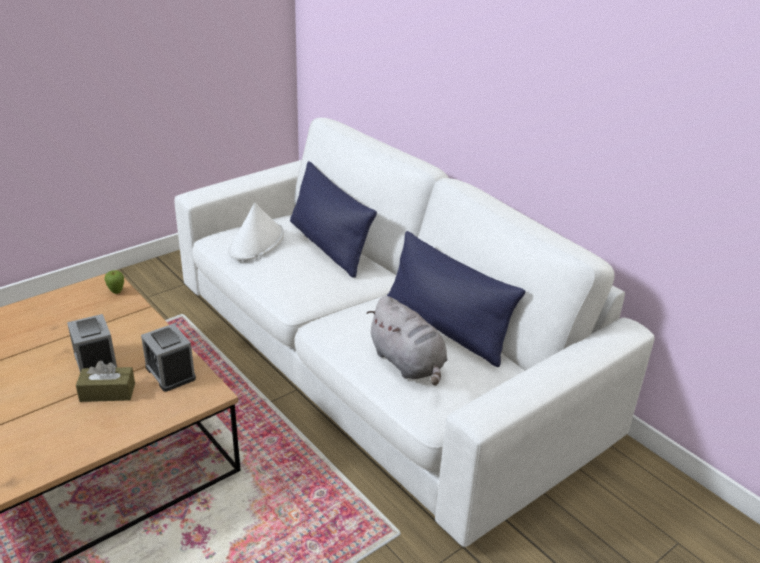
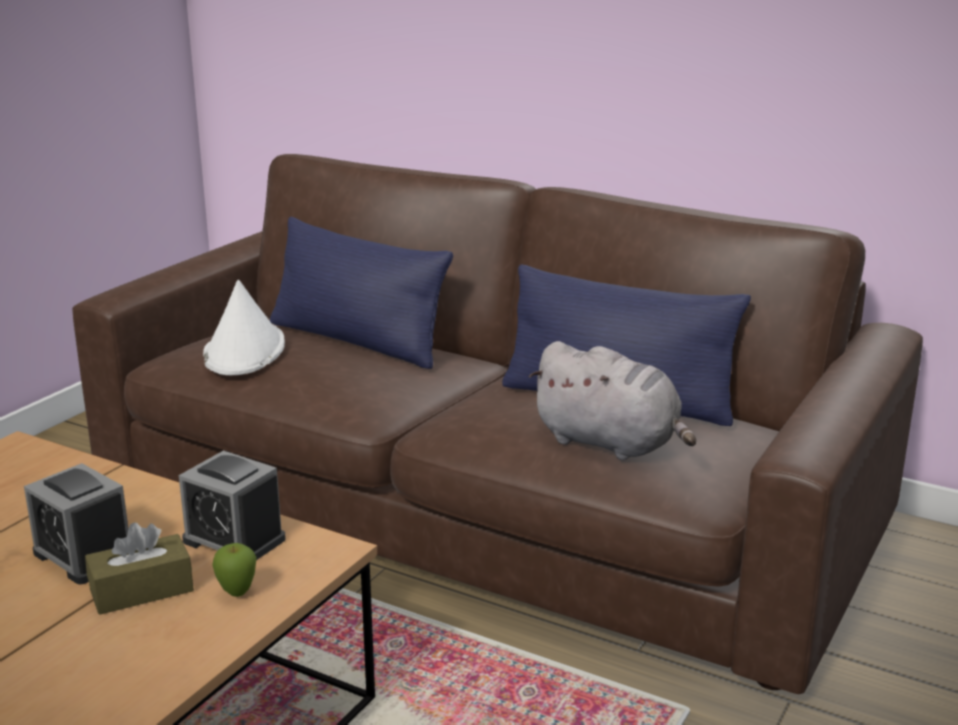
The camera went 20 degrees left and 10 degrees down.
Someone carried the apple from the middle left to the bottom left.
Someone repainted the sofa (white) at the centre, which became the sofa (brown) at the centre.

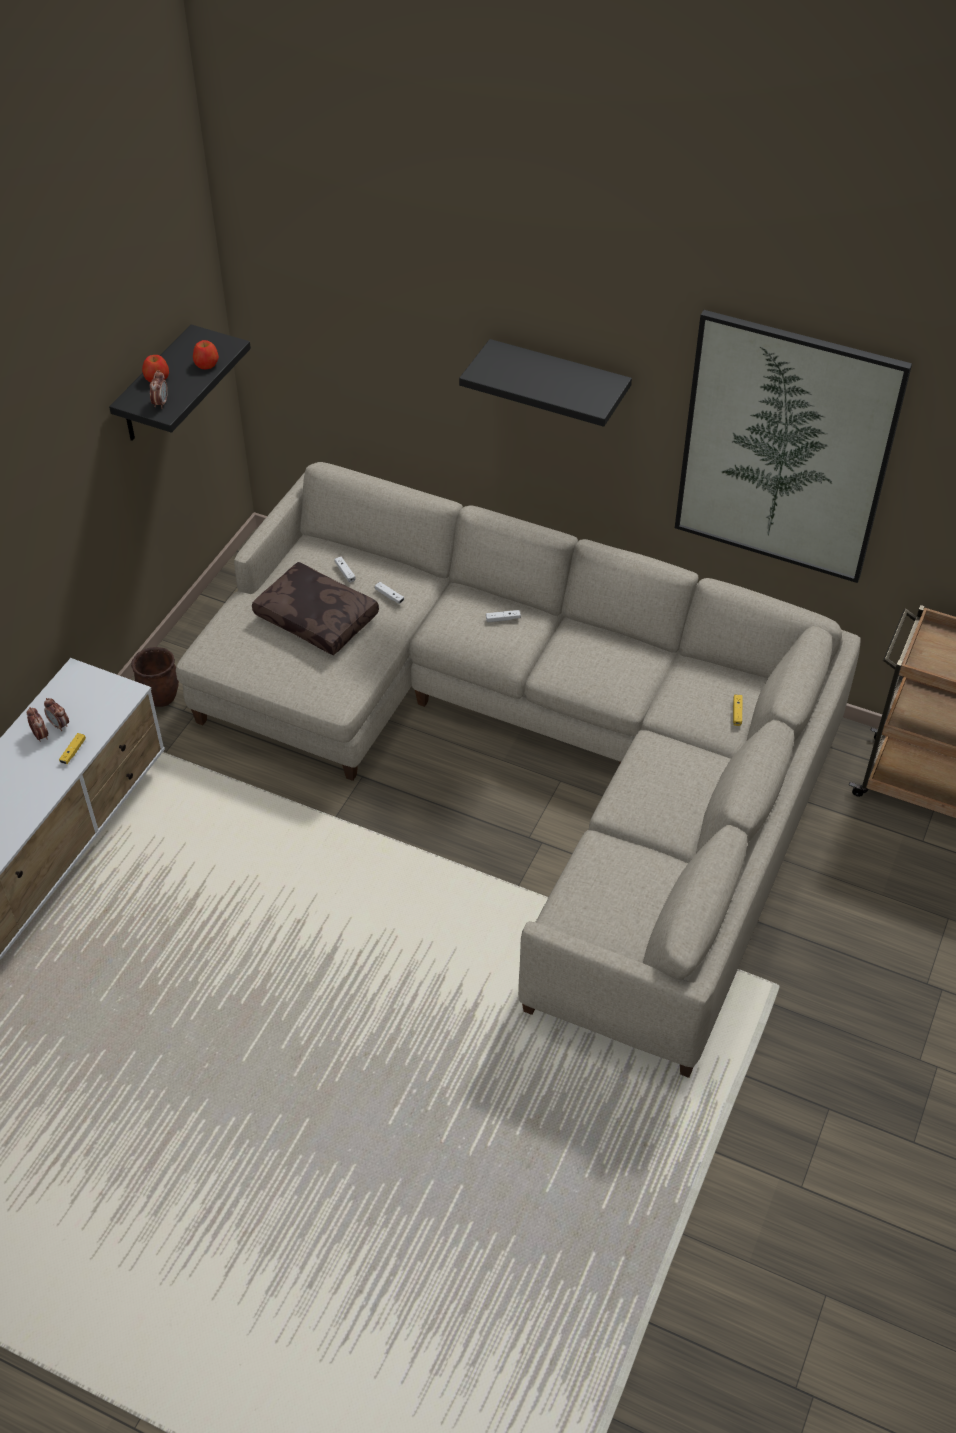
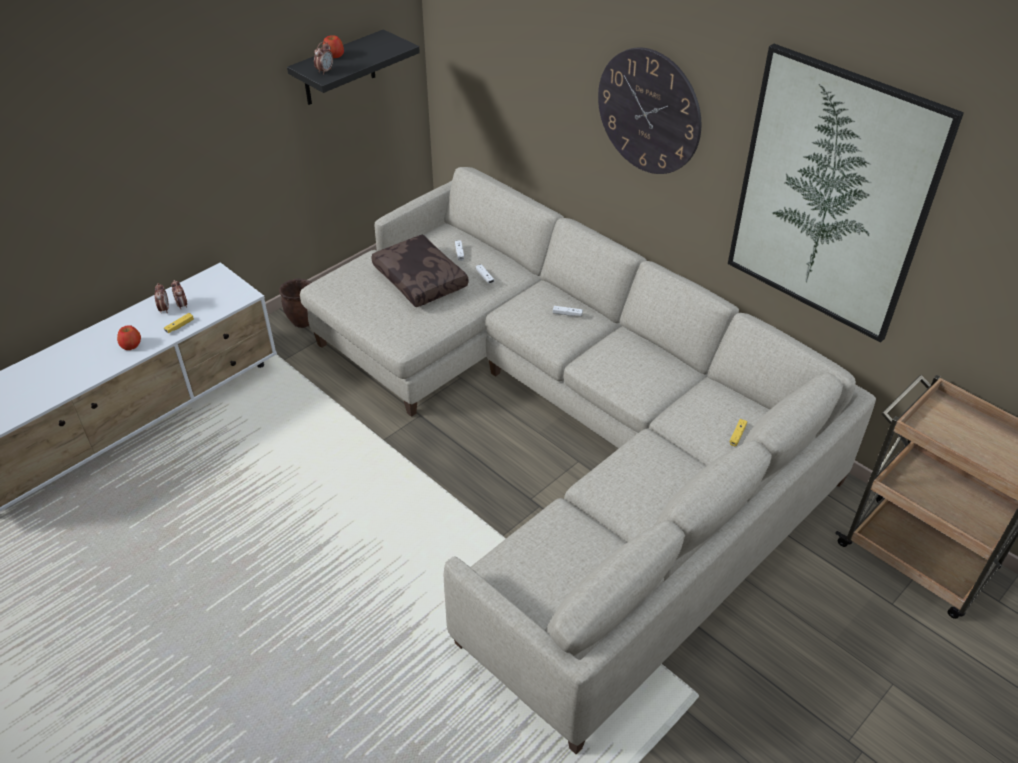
The camera went 20 degrees right and 5 degrees down.
Someone carried the apple (2nd from left in the first image) from the top left to the middle left.
Someone swapped the shelf (black) (2nd from left) at the top centre for the wall clock at the top centre.

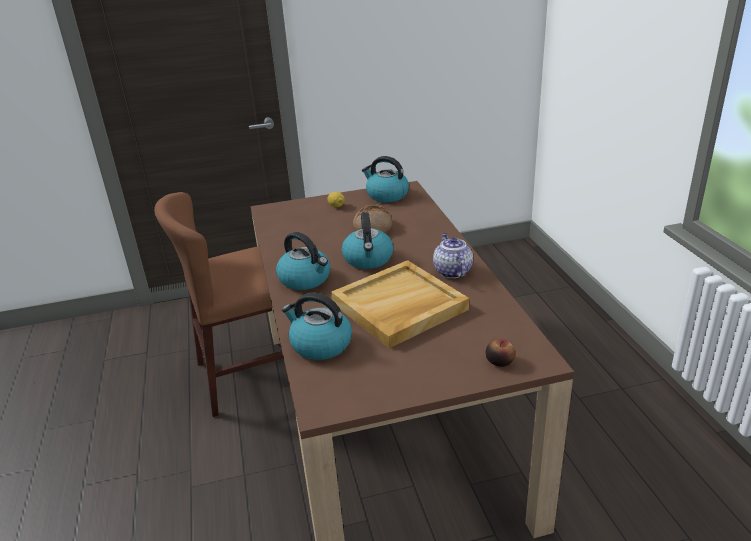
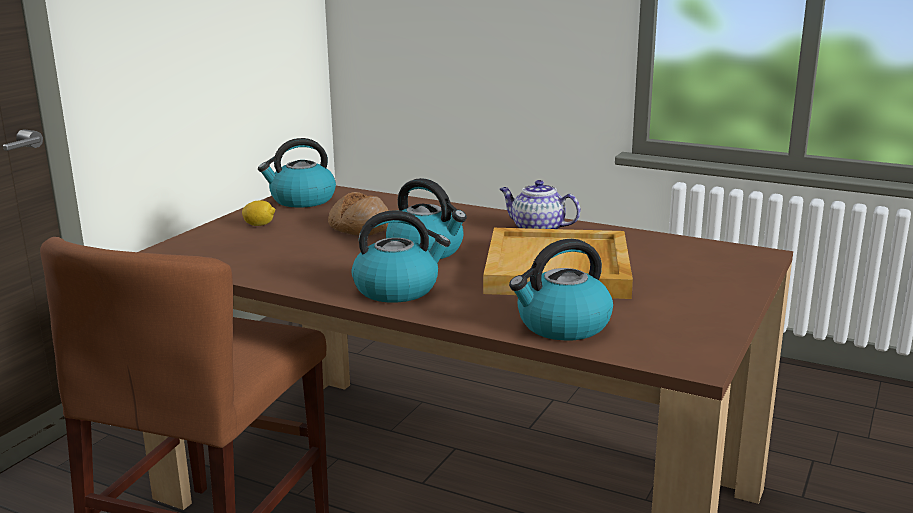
The camera went 50 degrees left and 10 degrees down.
Someone took away the apple at the centre.

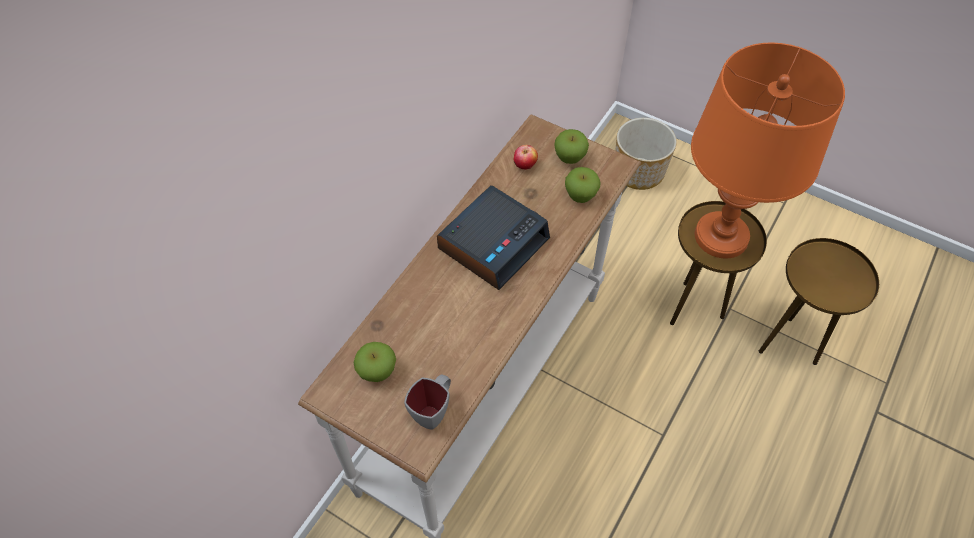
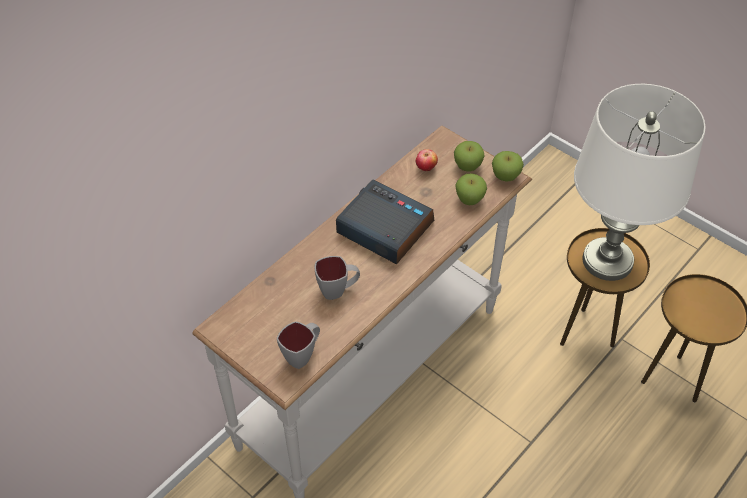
The camera went 10 degrees right and 5 degrees down.
Someone took away the planter at the top centre.
Someone put down the mug (grey) (2nd from left) at the centre.
Someone carried the apple (1st from left in the first image) from the bottom centre to the middle right.
Someone repainted the table lamp (orange) at the top right, which became the table lamp (white) at the middle right.
Someone rotated the alarm clock at the centre by 105 degrees counterclockwise.

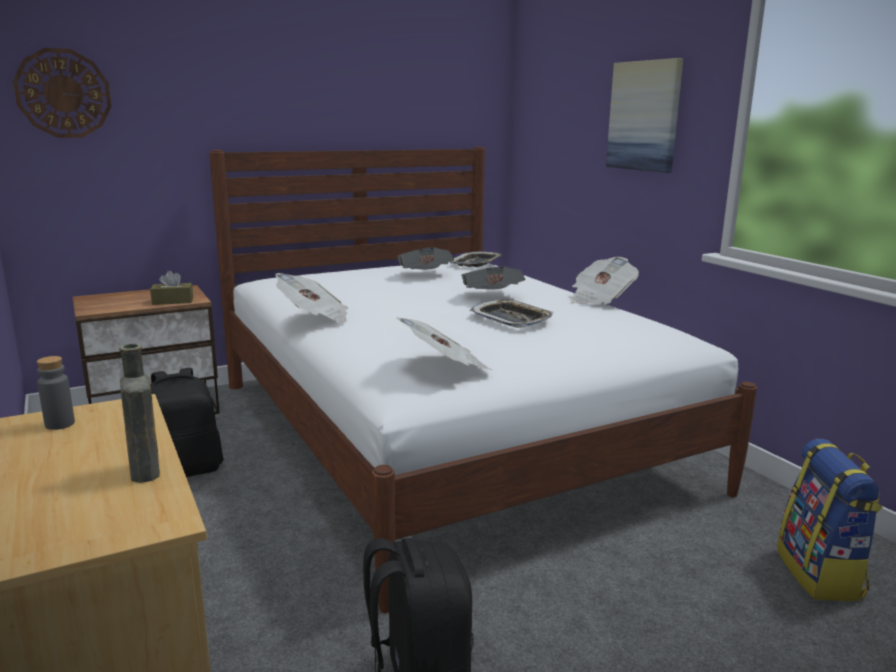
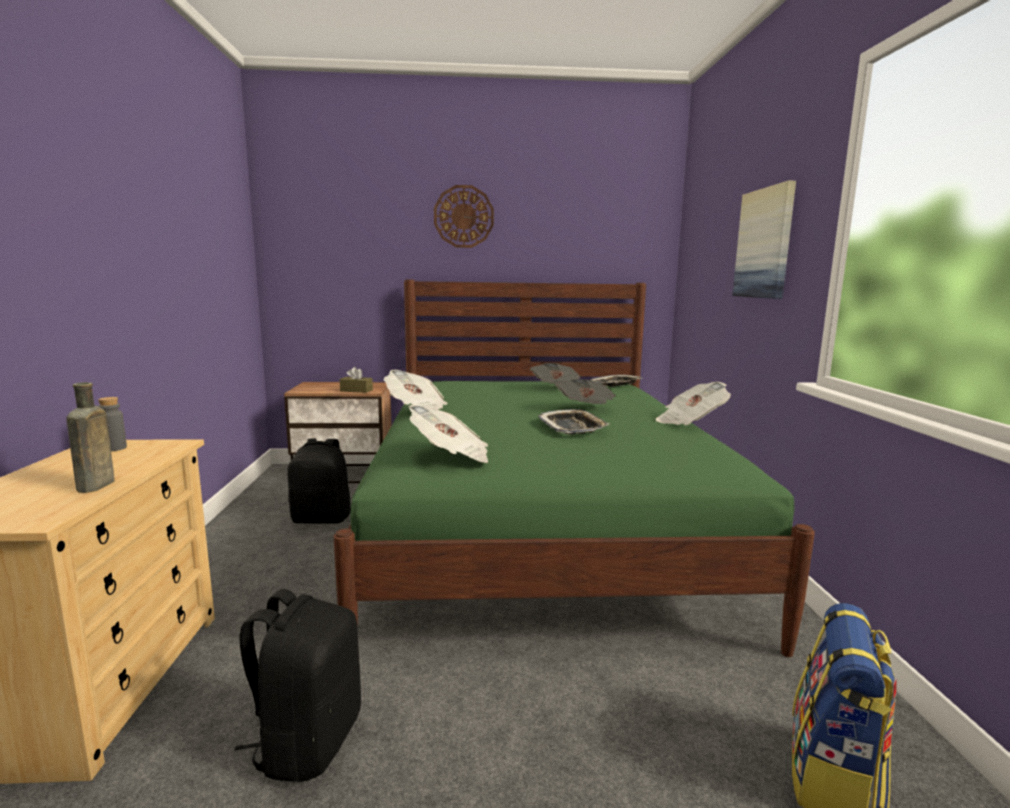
The camera went 25 degrees right and 5 degrees down.
Someone carried the wall clock from the top left to the top centre.
Someone repainted the bed (white) at the centre, which became the bed (green) at the centre.

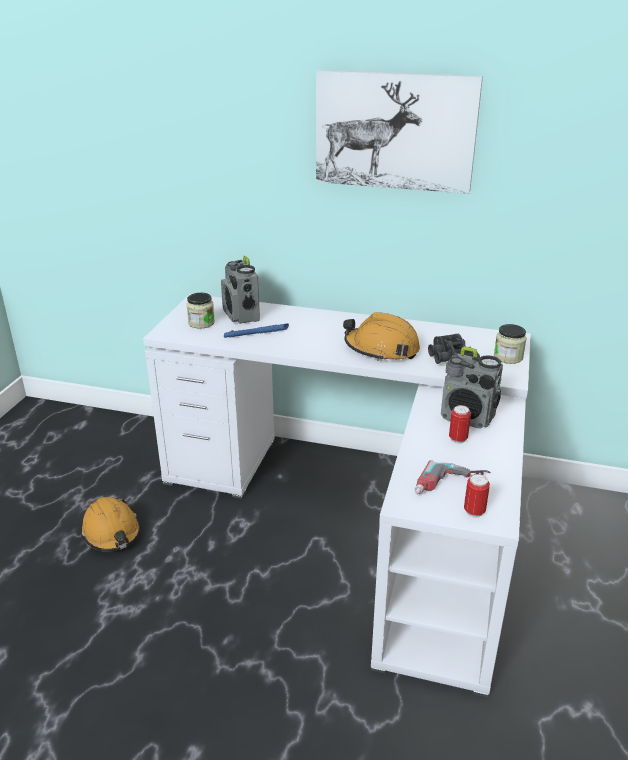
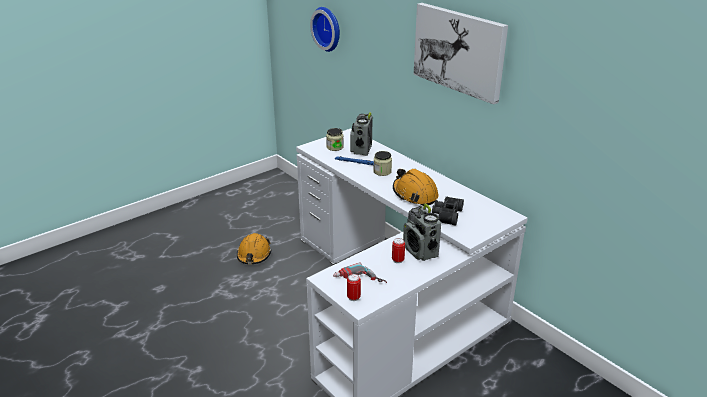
The camera went 35 degrees right and 0 degrees up.
Someone put up the wall clock at the top centre.
Someone carried the jar (2nd from left) from the middle right to the centre.

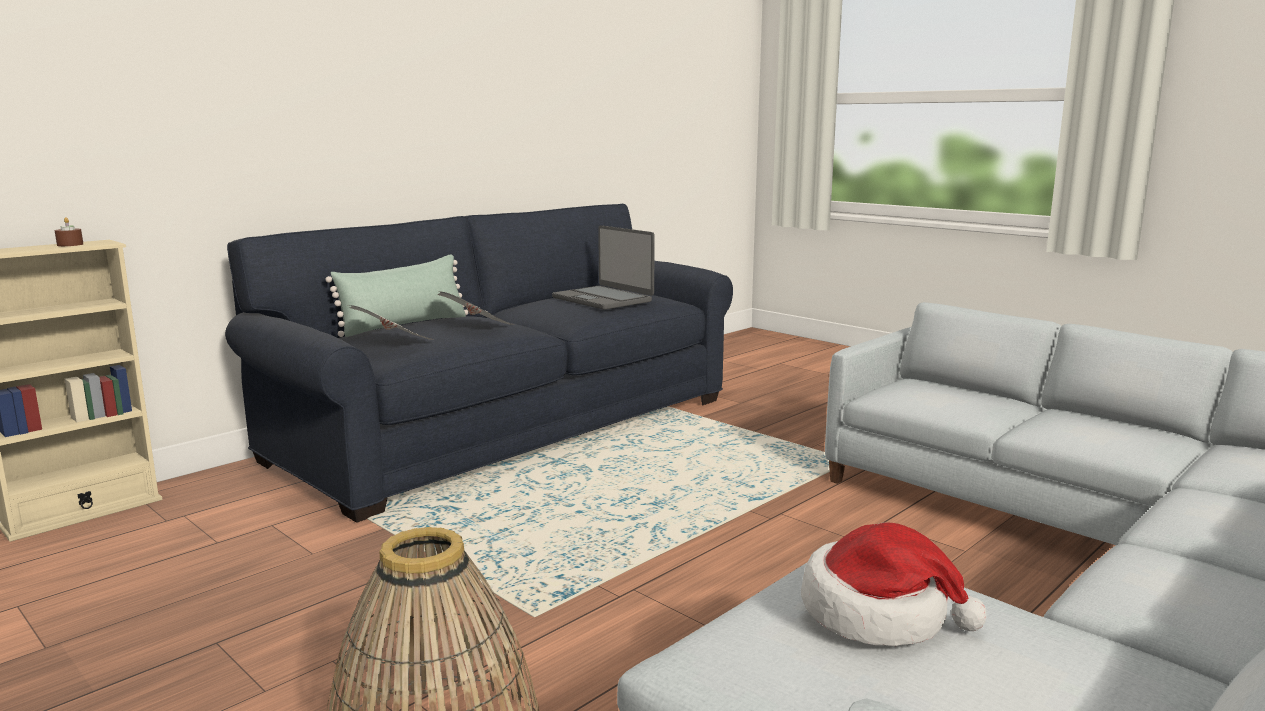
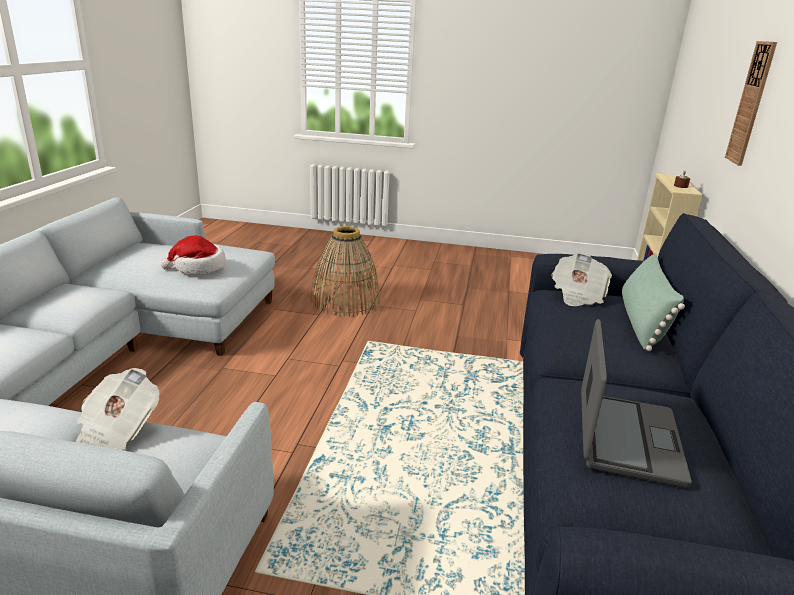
The camera went 145 degrees right and 10 degrees up.
Someone put up the wall clock at the top right.
Someone carried the newspaper (2nd from left in the first image) from the centre to the bottom left.
Someone rotated the laptop at the centre by 90 degrees clockwise.

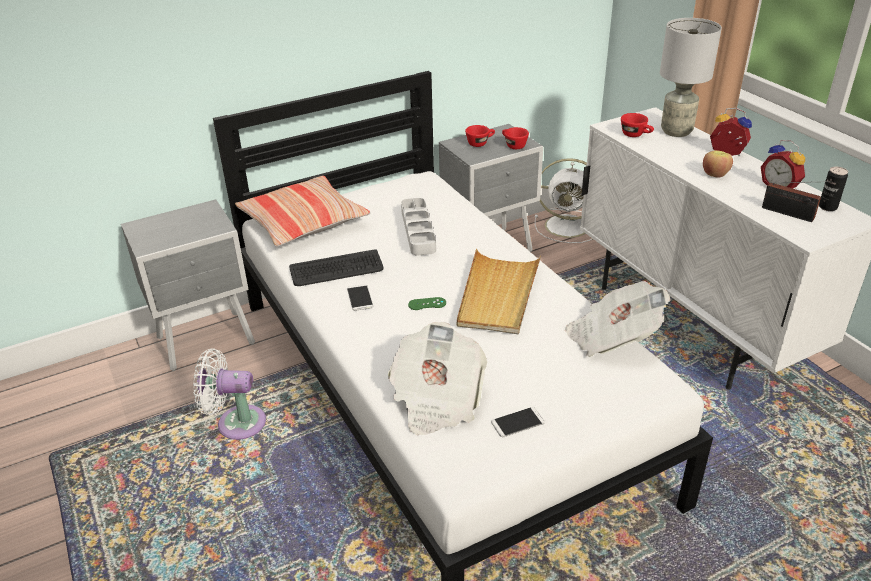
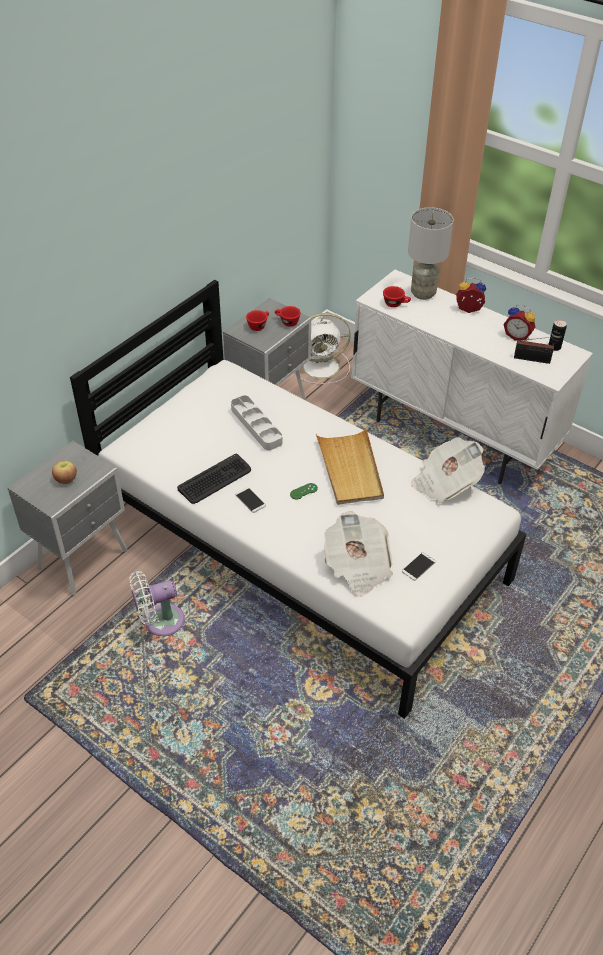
The camera went 25 degrees left and 10 degrees up.
Someone took away the pillow at the centre.
Someone carried the apple from the top right to the middle left.

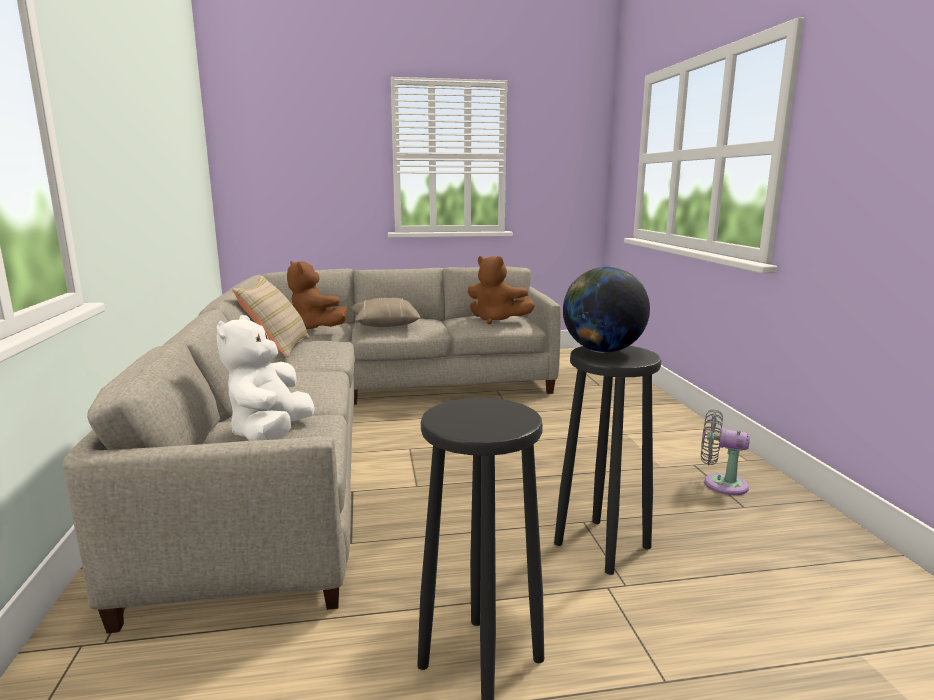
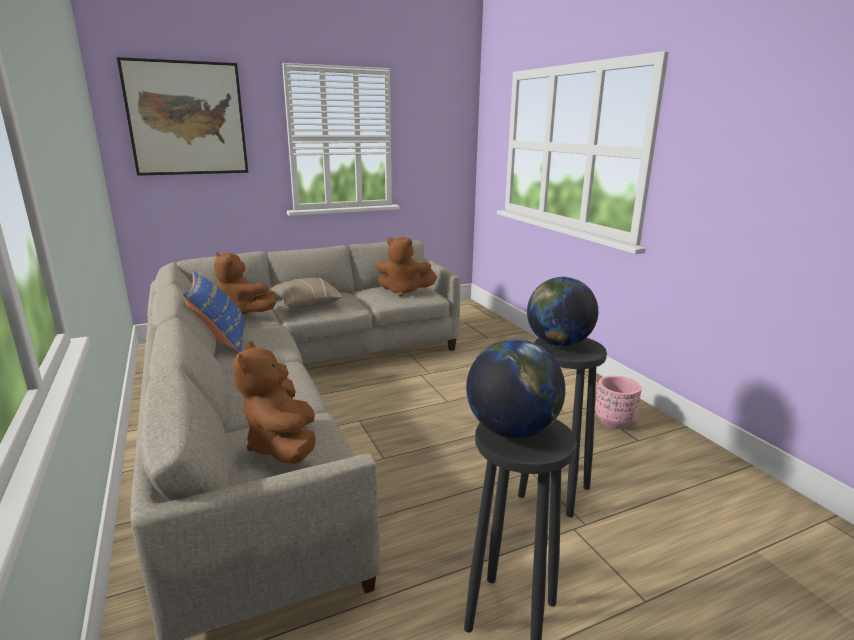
The camera went 15 degrees left and 5 degrees up.
Someone put up the picture at the top left.
Someone put down the globe (1st from left) at the centre.
Someone swapped the fan (grey) at the middle right for the planter (pink) at the middle right.
Someone repainted the plush toy (white) at the middle left, which became the plush toy (brown) (2nd from left) at the middle left.
Someone repainted the pillow (beige) (1st from left) at the middle left, which became the pillow (blue) at the middle left.

